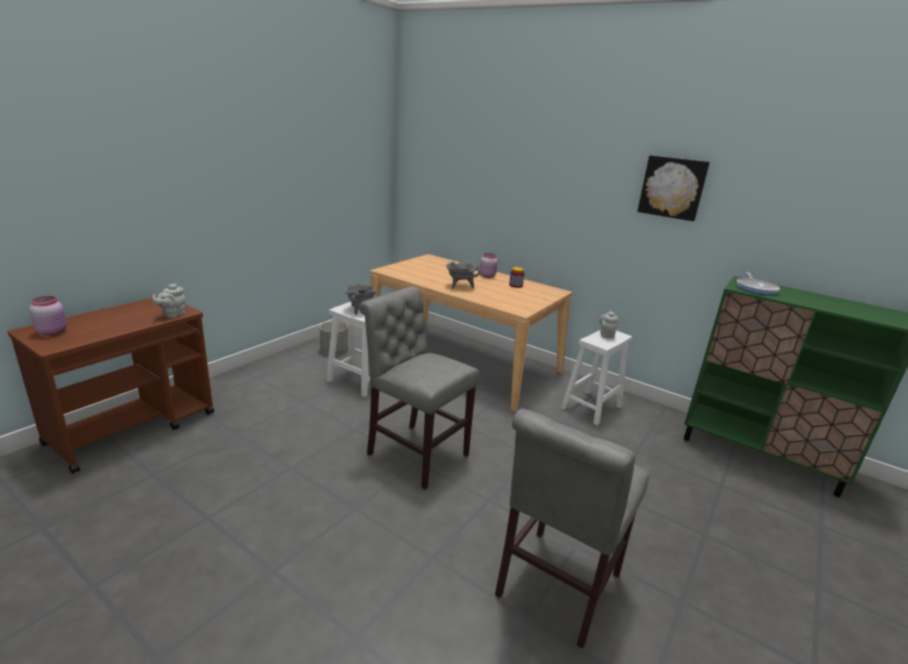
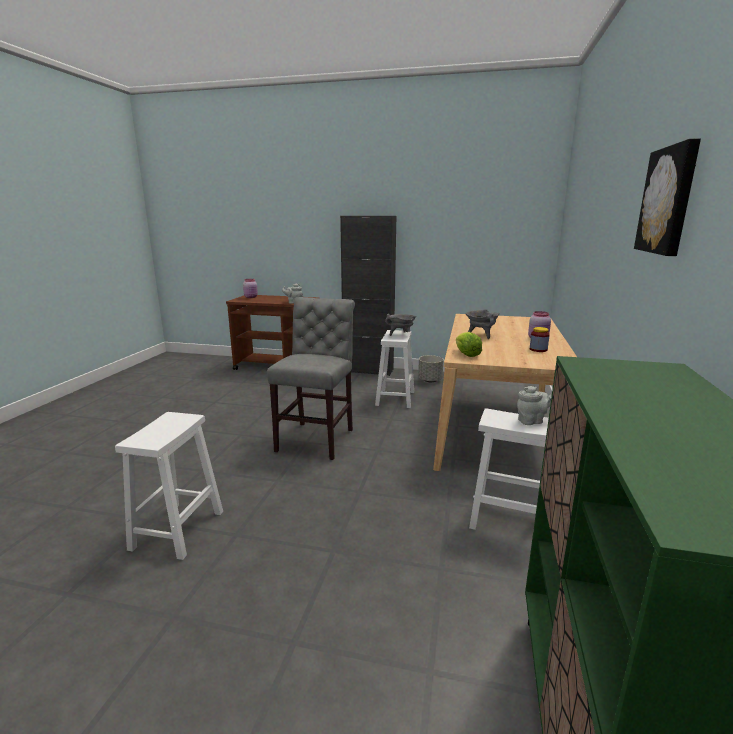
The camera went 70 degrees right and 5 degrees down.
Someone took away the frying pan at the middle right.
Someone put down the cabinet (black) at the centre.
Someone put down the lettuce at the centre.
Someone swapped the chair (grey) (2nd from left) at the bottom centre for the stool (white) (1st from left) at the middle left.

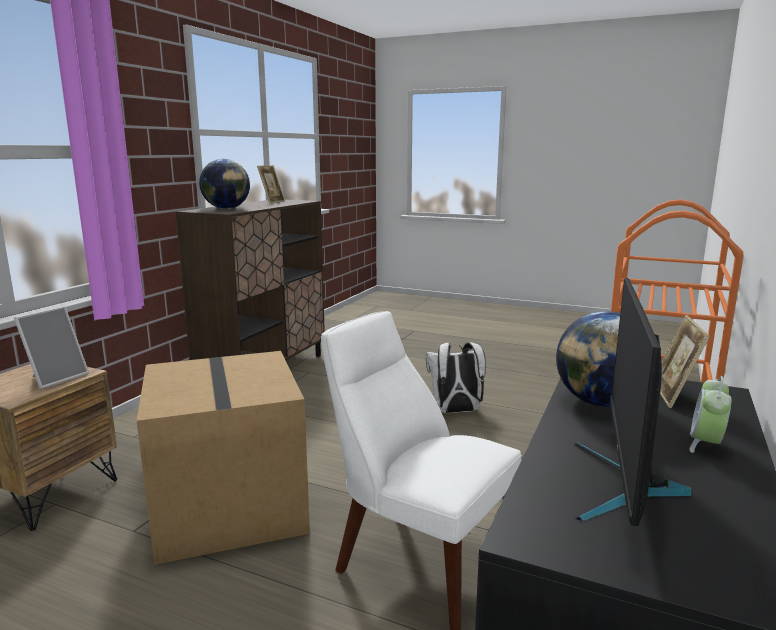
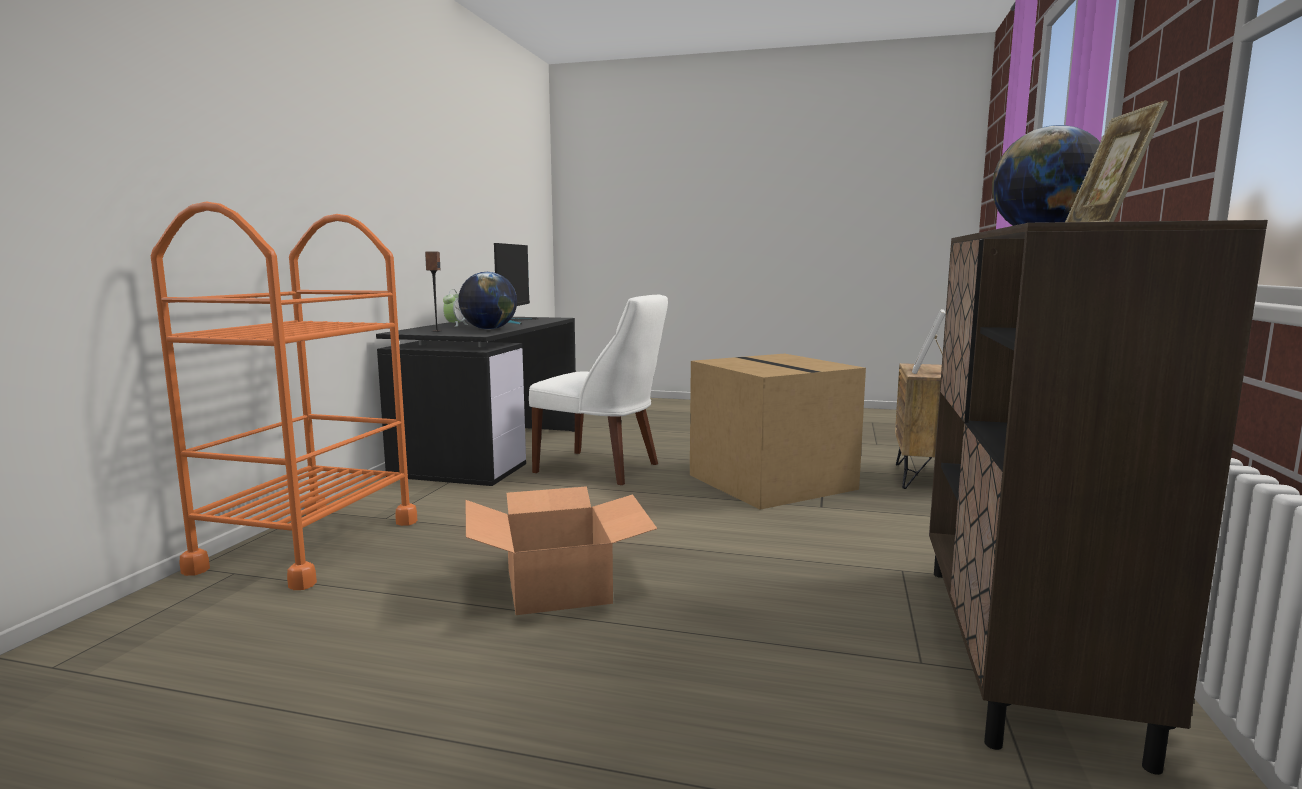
The camera went 170 degrees right and 5 degrees down.
Someone swapped the backpack (white) at the centre for the cardboard box (1st from left) at the bottom centre.
Someone swapped the picture frame (3rd from left) at the middle right for the speaker at the middle left.

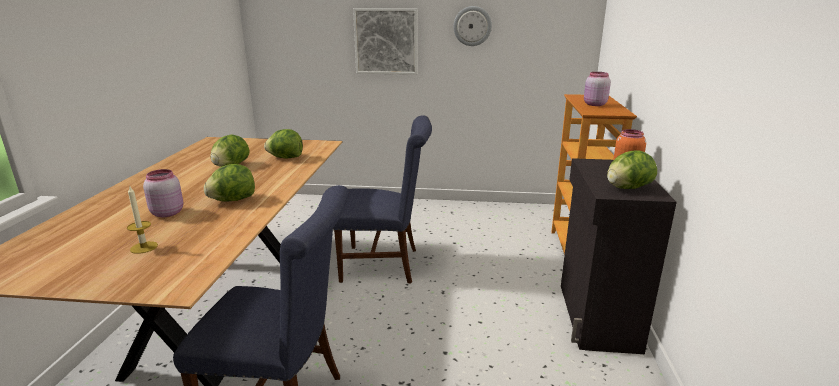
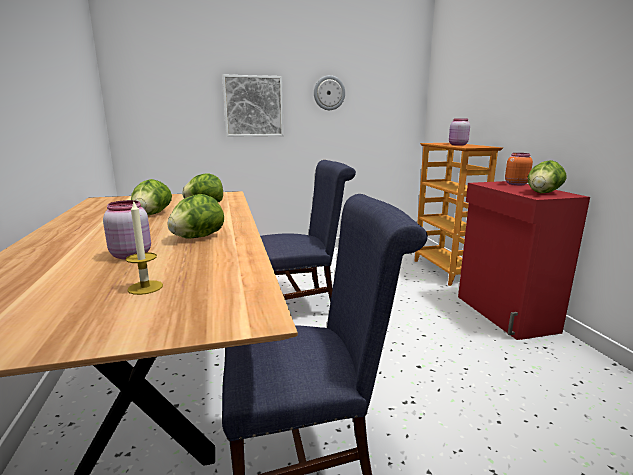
The camera went 20 degrees left and 5 degrees down.
Someone repainted the cabinet (black) at the middle right, which became the cabinet (red) at the middle right.

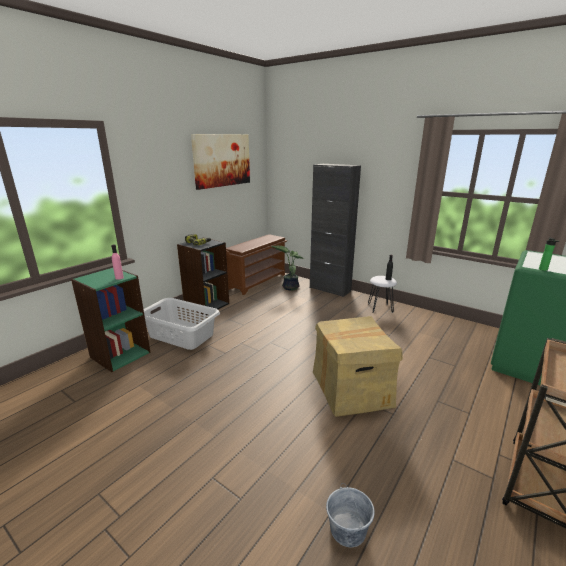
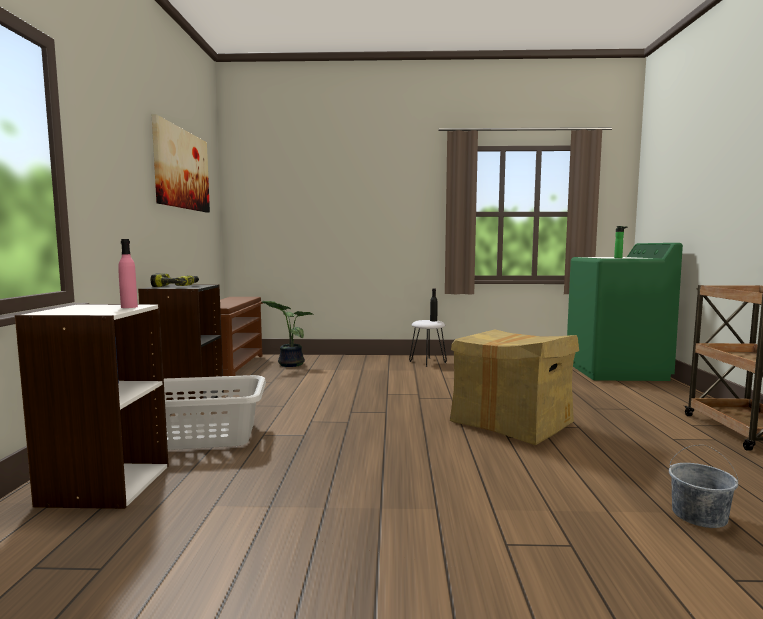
The camera went 35 degrees left and 15 degrees down.
Someone took away the cabinet (black) at the centre.
Someone repainted the bookcase (green) at the middle left, which became the bookcase (white) at the middle left.

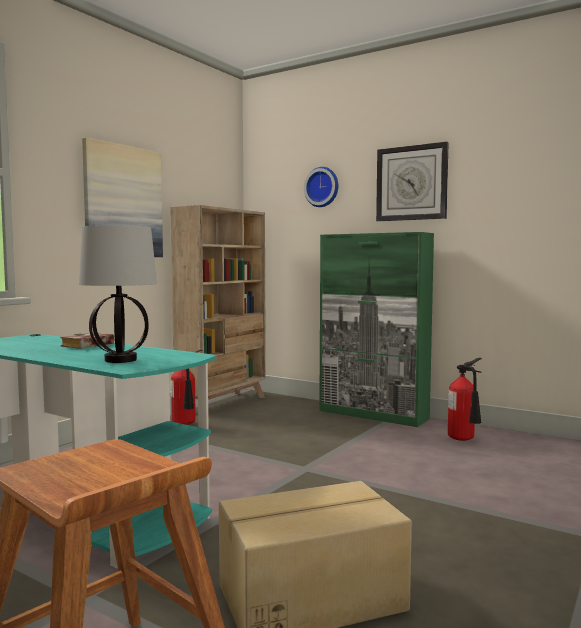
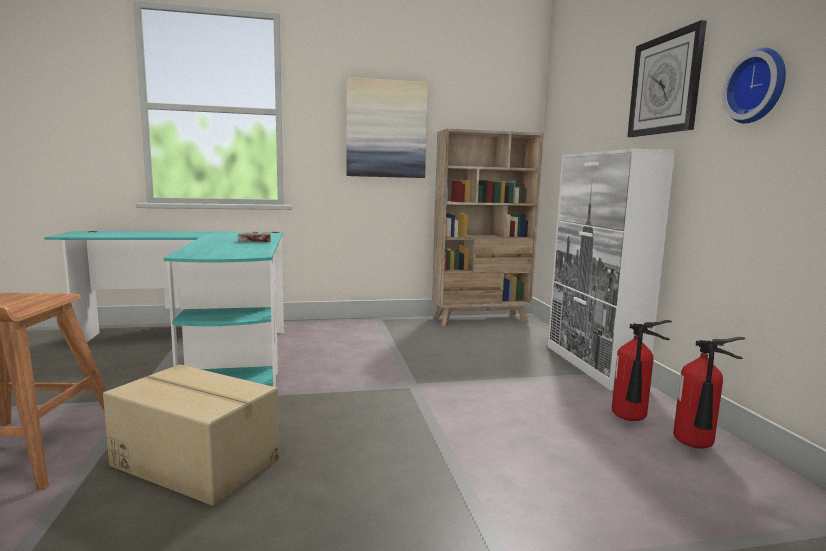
The camera went 45 degrees right and 5 degrees up.
Someone took away the table lamp at the middle left.
Someone carried the fire extinguisher (1st from left in the first image) from the middle left to the bottom right.
Someone carried the wall clock (1st from left in the first image) from the top centre to the top right.
Someone repainted the cabinet (green) at the centre, which became the cabinet (white) at the middle right.

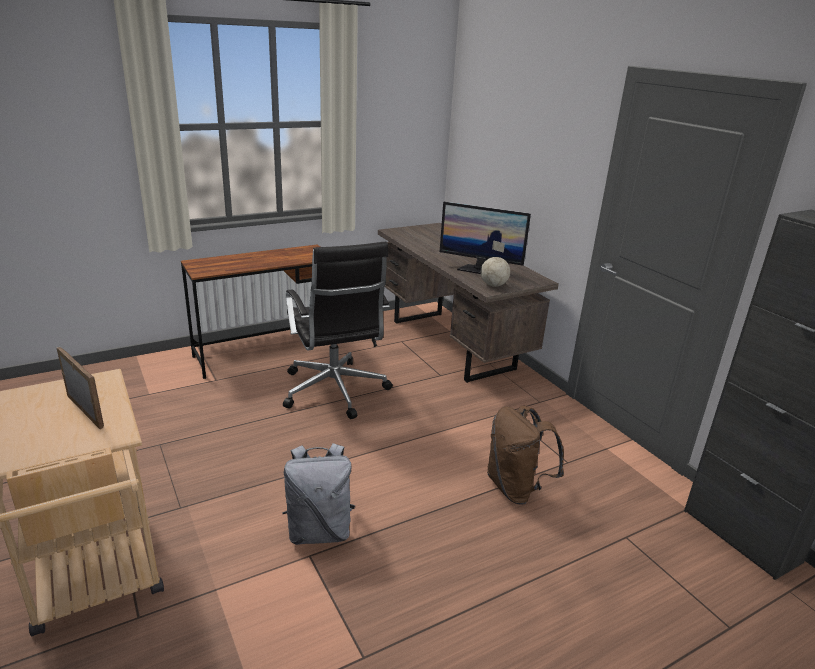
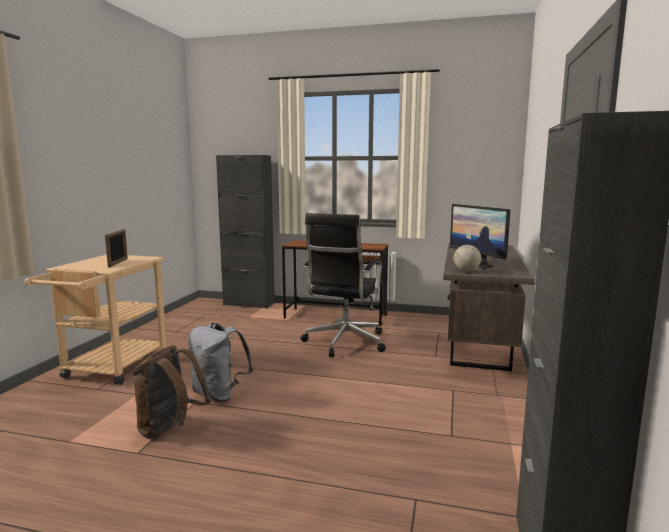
The camera went 45 degrees right and 15 degrees down.
Someone put down the cabinet (black) (1st from left) at the centre.
Someone carried the backpack (brown) from the bottom centre to the bottom left.

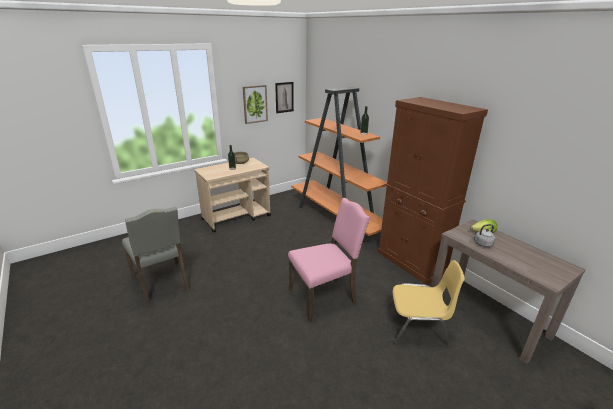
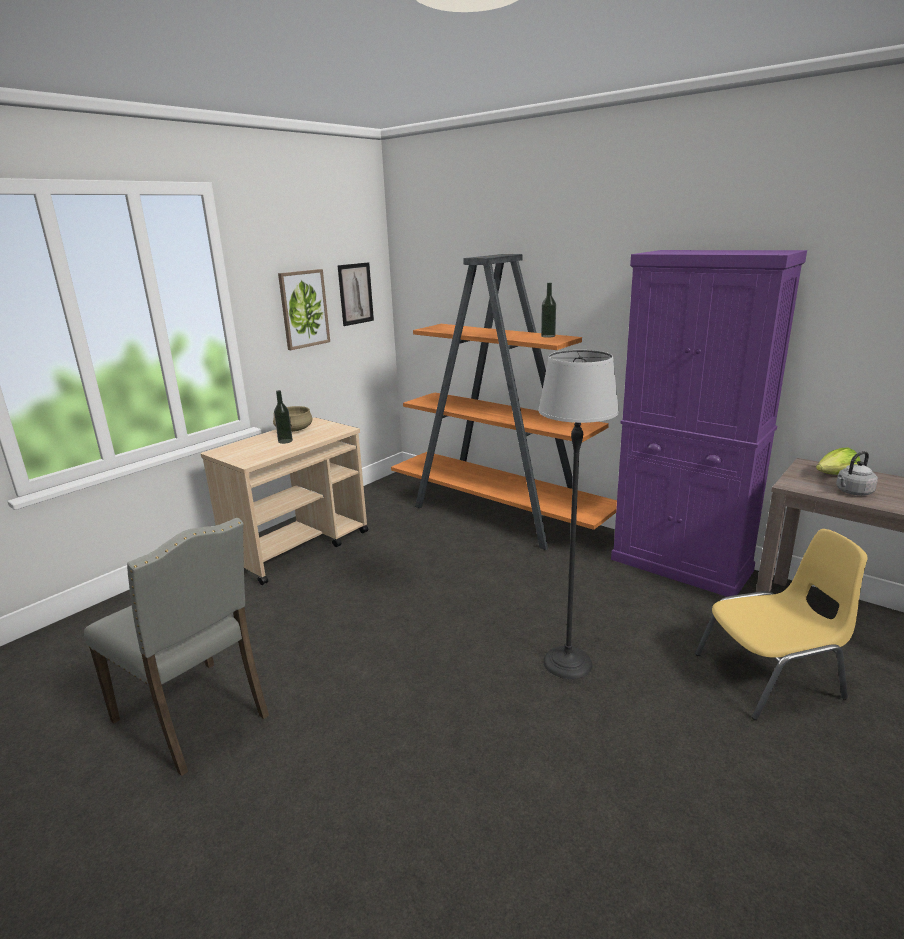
The camera went 15 degrees left and 5 degrees down.
Someone swapped the chair (pink) at the centre for the floor lamp at the centre.
Someone repainted the cabinet (brown) at the middle right, which became the cabinet (purple) at the middle right.

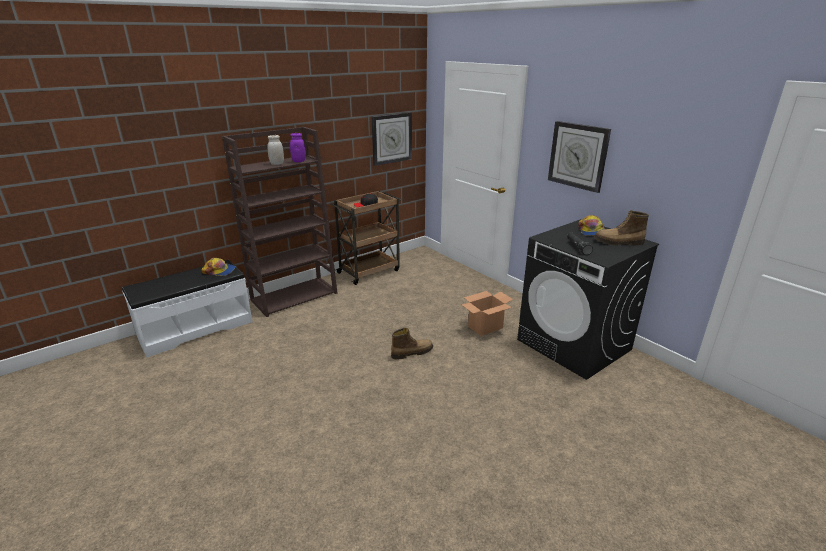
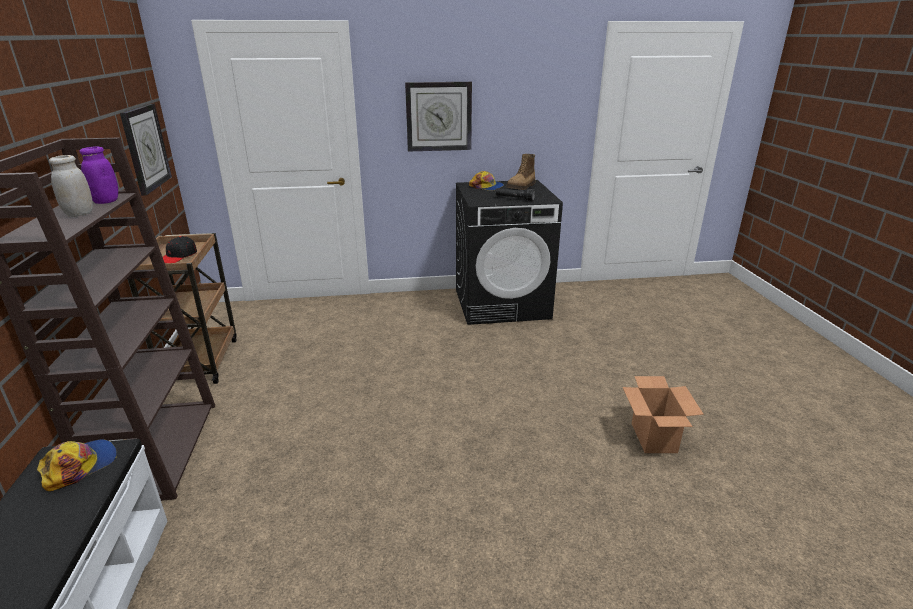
The camera went 60 degrees left and 0 degrees up.
Someone took away the boot (1st from left) at the centre.
Someone carried the cardboard box from the centre to the bottom right.

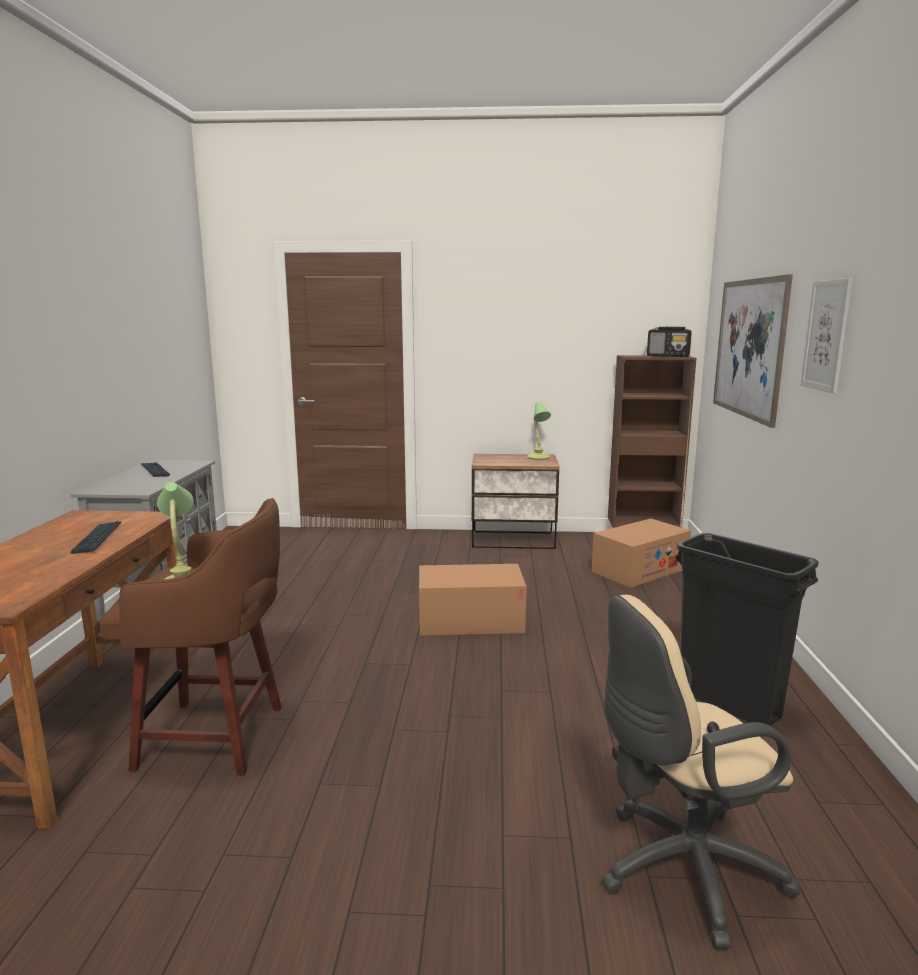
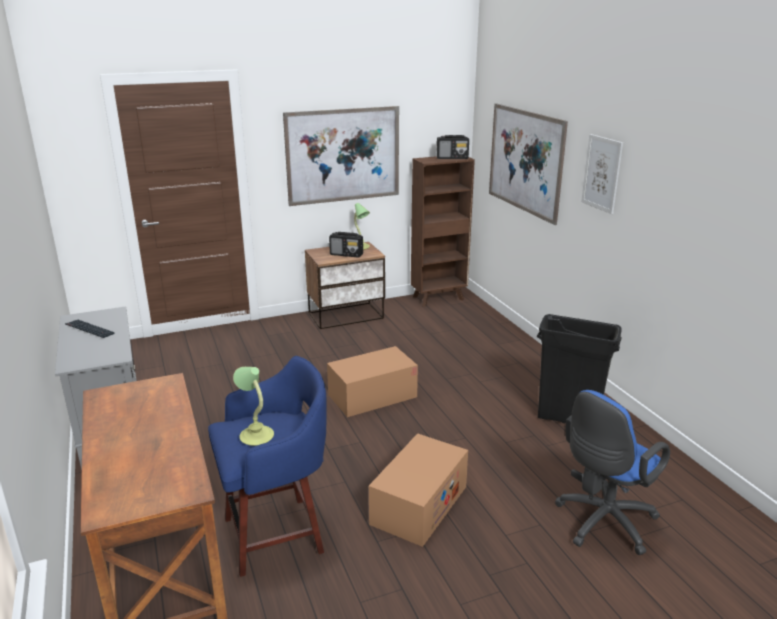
The camera went 25 degrees left and 10 degrees up.
Someone took away the keyboard (1st from left) at the middle left.
Someone put up the picture (1st from left) at the top centre.
Someone put down the radio (1st from left) at the centre.
Someone carried the cardboard box (2nd from left) from the middle right to the bottom centre.
Someone repainted the stool (brown) at the middle left, which became the stool (blue) at the bottom centre.
Someone repainted the office chair (beige) at the bottom right, which became the office chair (blue) at the bottom right.

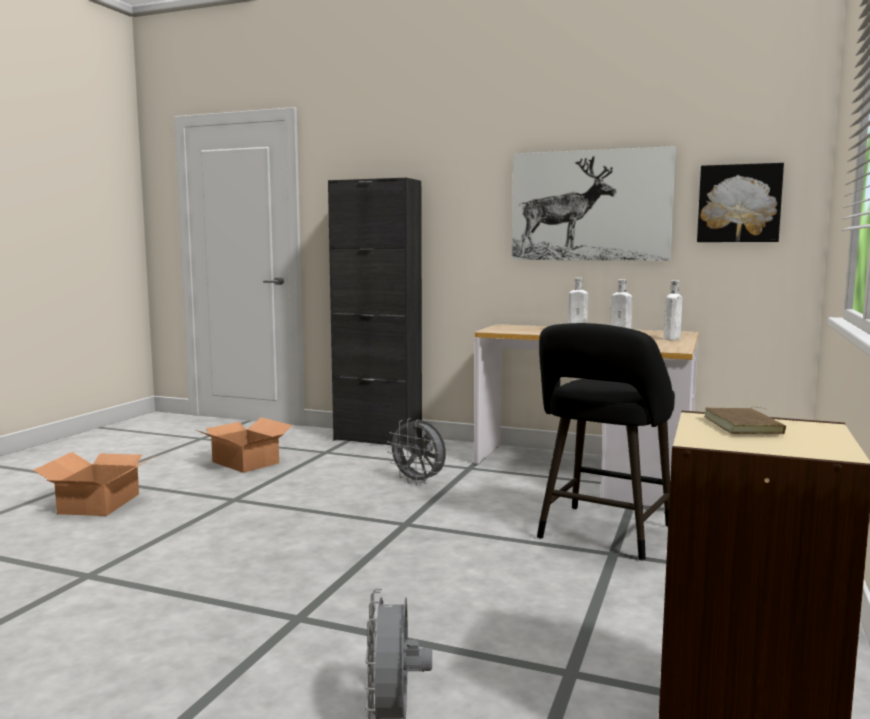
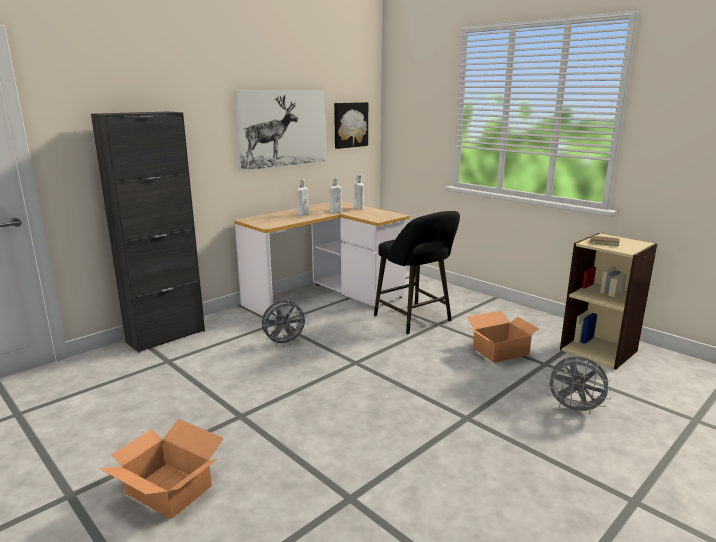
The camera went 65 degrees left and 10 degrees up.
Someone carried the cardboard box (2nd from left) from the middle left to the middle right.

